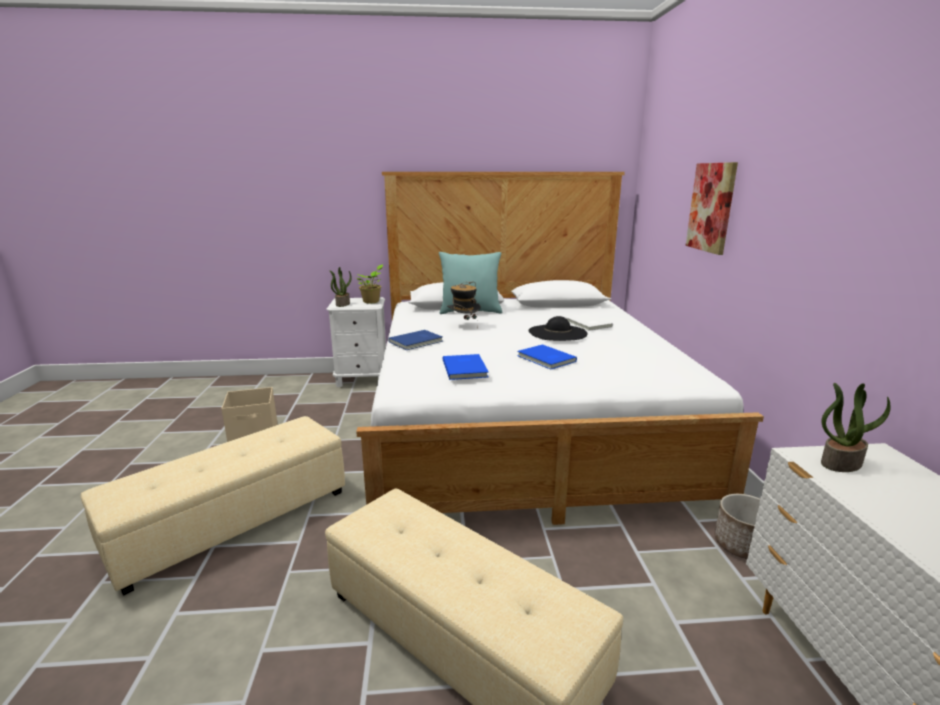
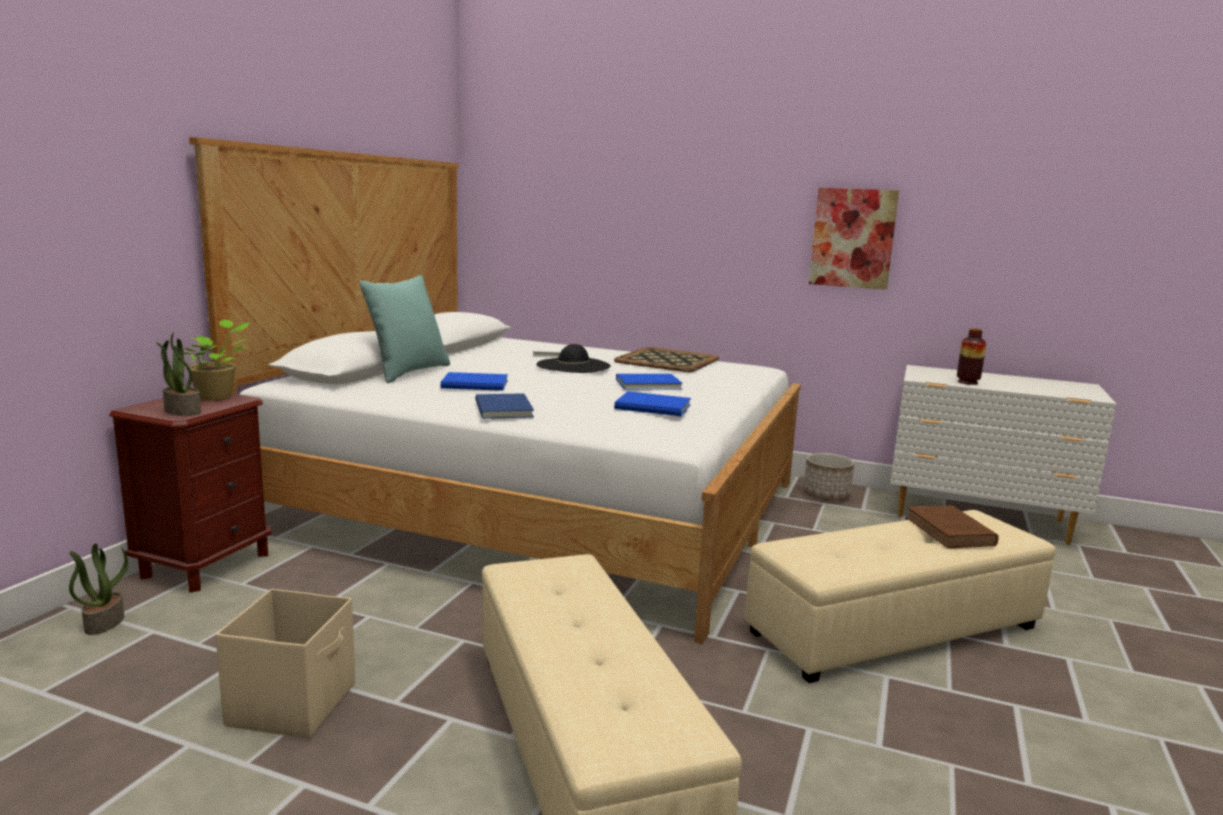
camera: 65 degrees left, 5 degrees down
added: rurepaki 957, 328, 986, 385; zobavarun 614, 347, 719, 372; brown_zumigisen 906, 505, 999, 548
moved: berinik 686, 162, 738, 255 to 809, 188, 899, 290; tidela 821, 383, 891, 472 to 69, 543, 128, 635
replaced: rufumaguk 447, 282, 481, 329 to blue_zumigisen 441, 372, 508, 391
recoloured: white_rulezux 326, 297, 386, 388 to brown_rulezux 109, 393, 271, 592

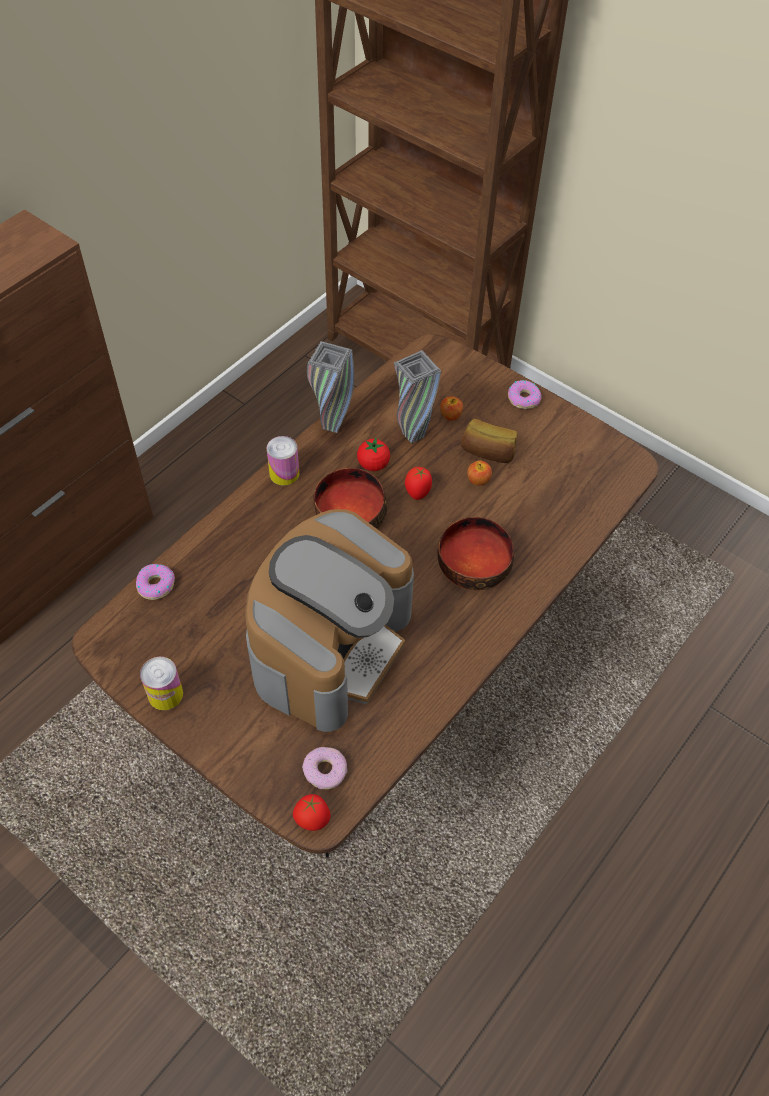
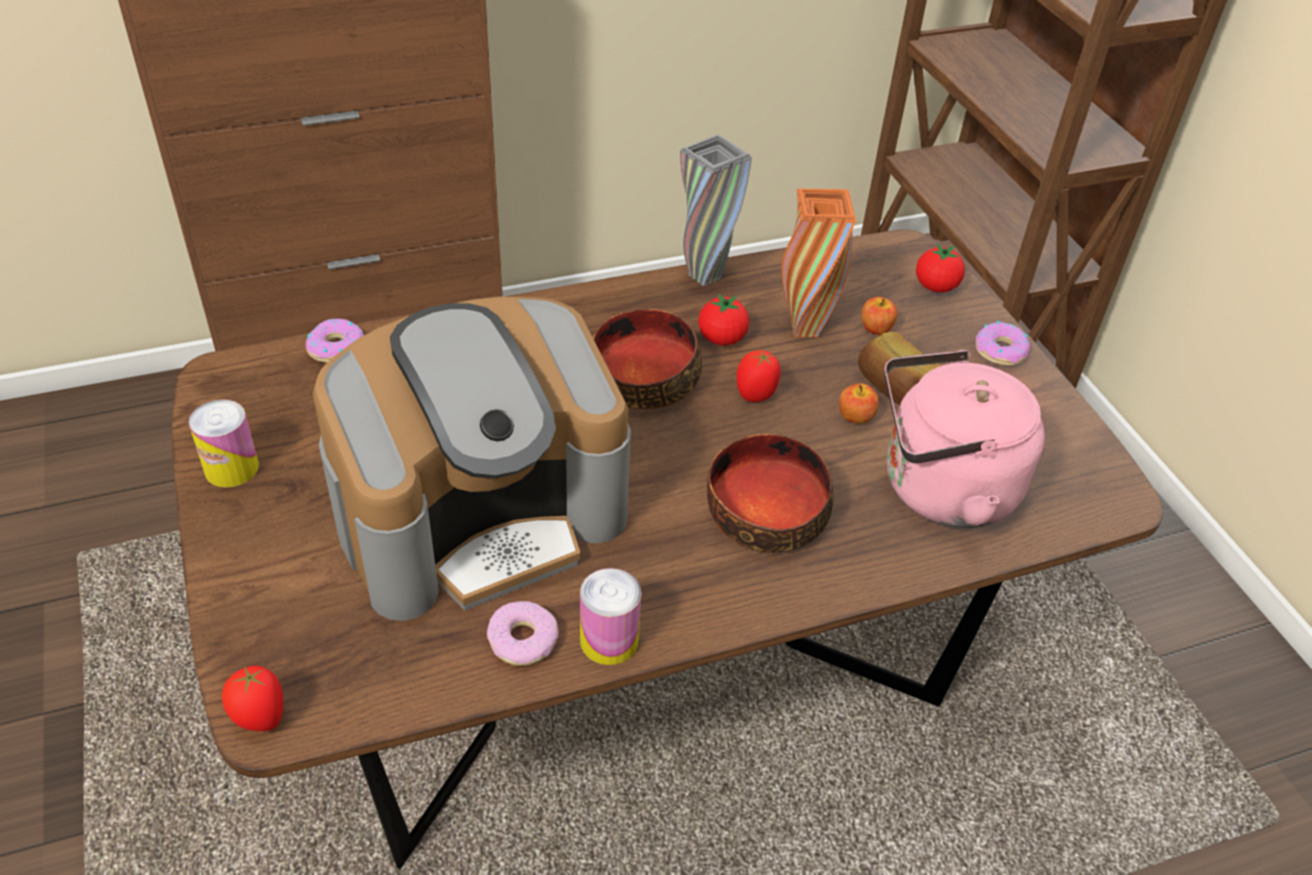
camera: 30 degrees right, 10 degrees down
added: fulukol 916, 243, 965, 292; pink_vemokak 885, 350, 1045, 528
moved: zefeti 266, 436, 299, 486 to 580, 568, 641, 665; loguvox 302, 747, 347, 789 to 487, 601, 559, 666
recoloured: grey_rurepaki 394, 350, 441, 444 to orange_rurepaki 781, 189, 856, 337

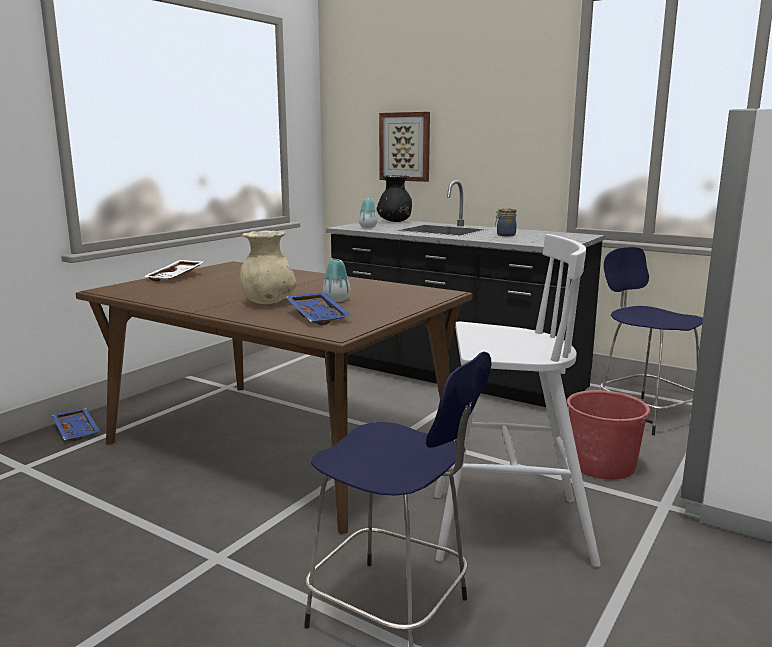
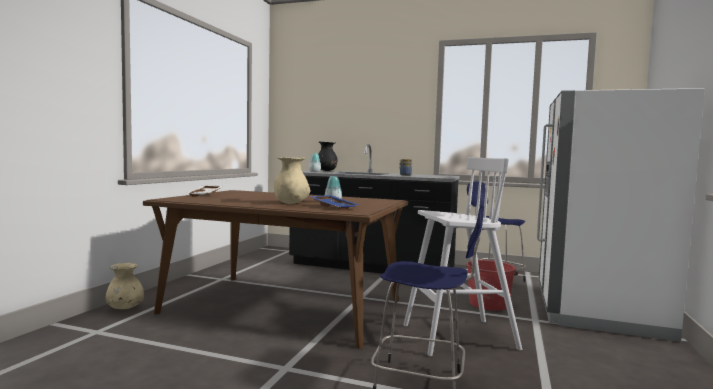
camera: 15 degrees left, 10 degrees down
removed: berinik 379, 112, 430, 182
replaced: blue_zobavarun 52, 407, 100, 441 to beige_rurepaki 106, 263, 144, 309

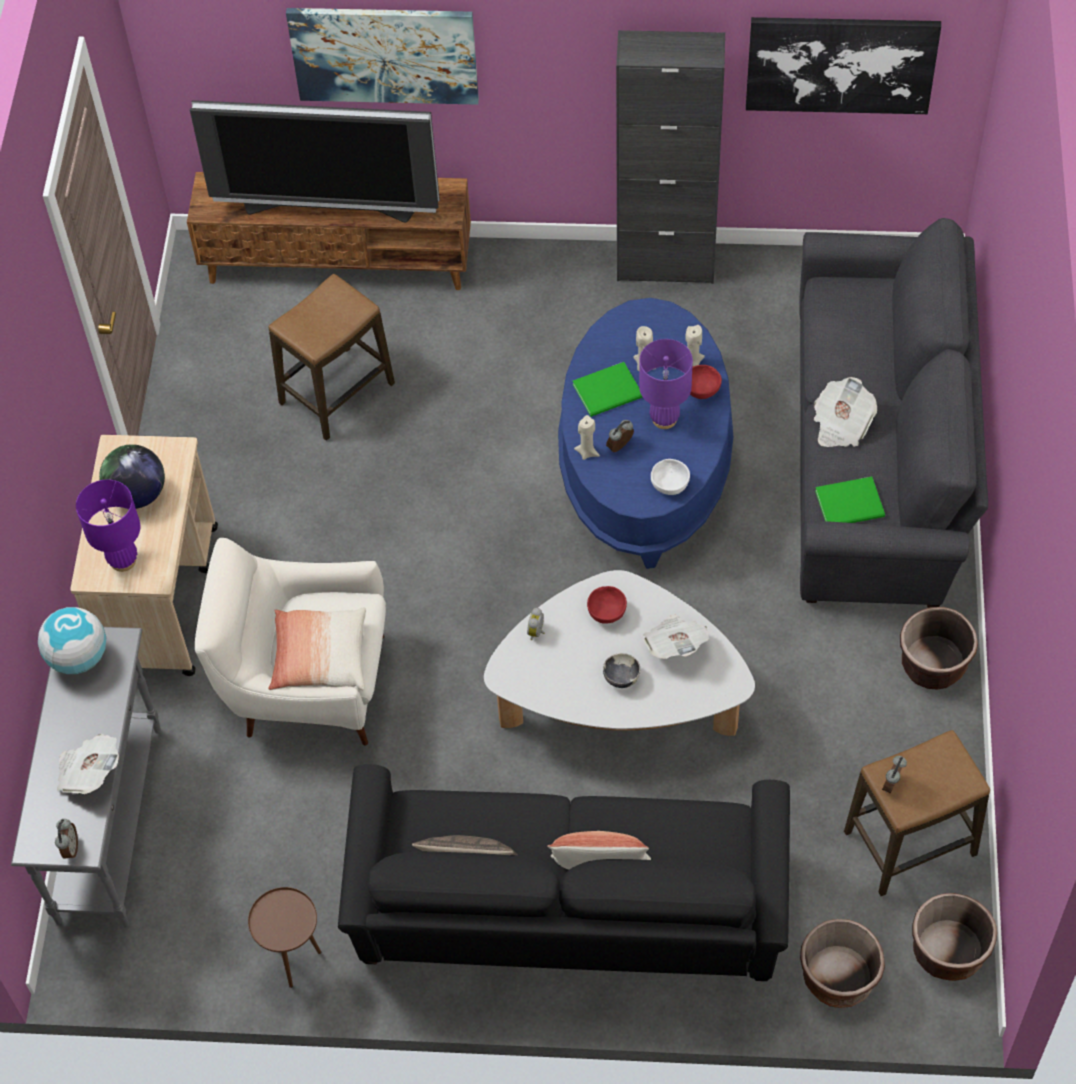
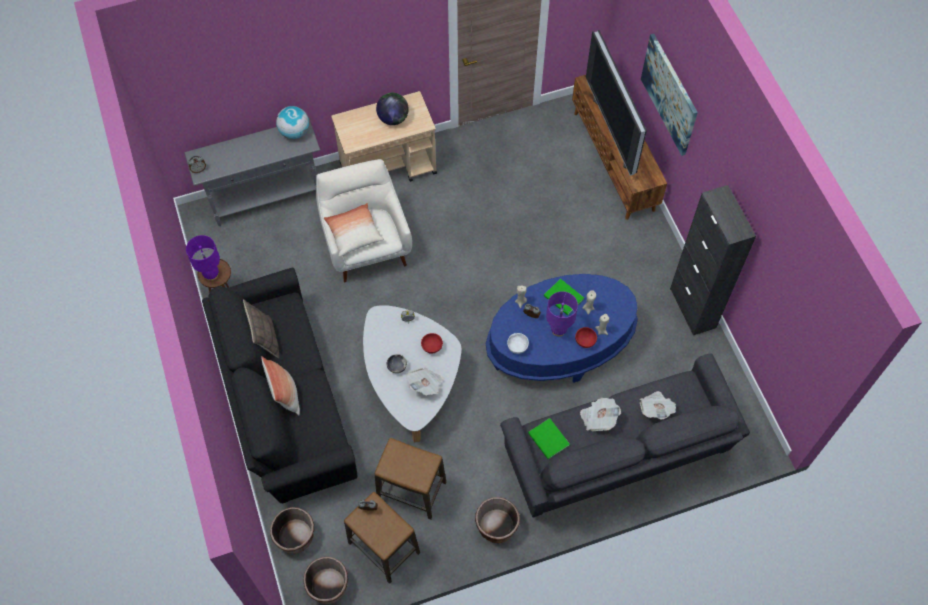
camera: 65 degrees right, 5 degrees up
removed: berinik 746, 17, 941, 114
moved: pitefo 268, 274, 395, 441 to 375, 438, 446, 520; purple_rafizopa 76, 480, 141, 572 to 186, 235, 220, 281; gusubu 57, 734, 119, 794 to 640, 391, 676, 420

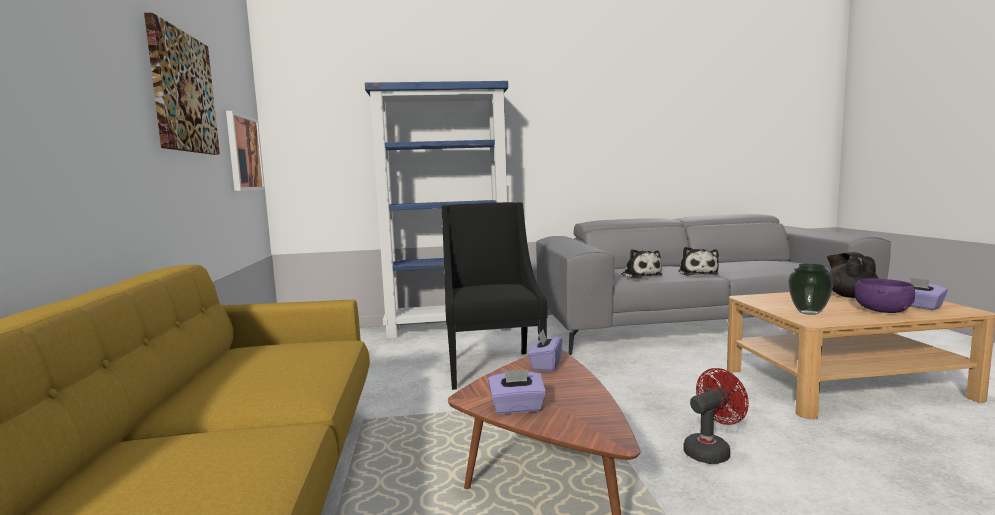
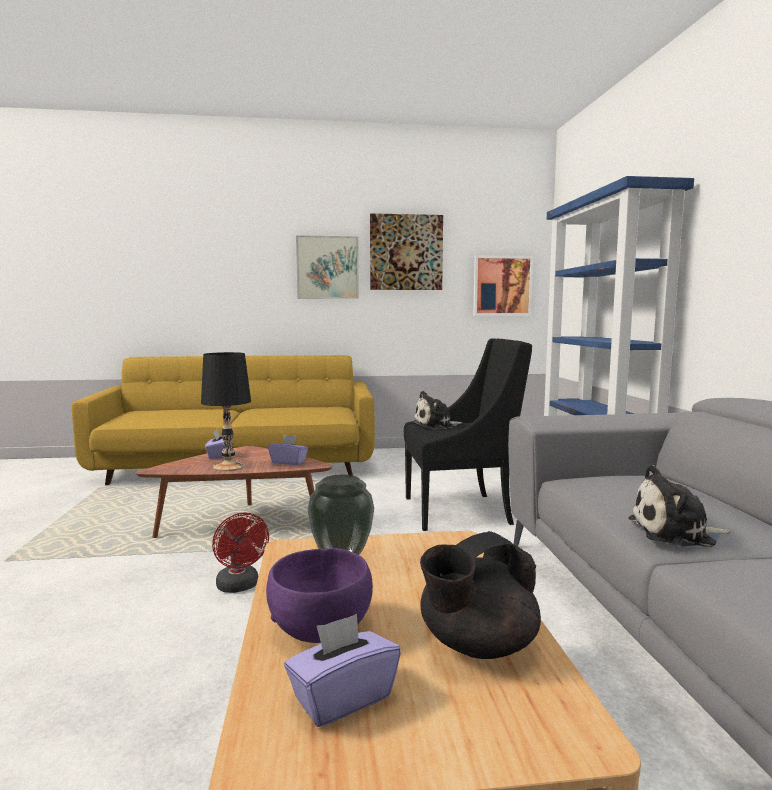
camera: 90 degrees right, 0 degrees up
added: berinik 296, 235, 359, 299; black_rafizopa 201, 352, 251, 471
moved: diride 621, 249, 663, 279 to 412, 391, 462, 429
turned: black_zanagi 827, 252, 879, 298 = 420, 531, 541, 659 150 degrees clockwise

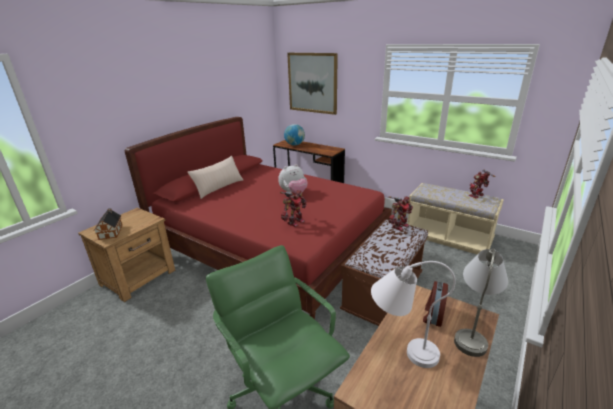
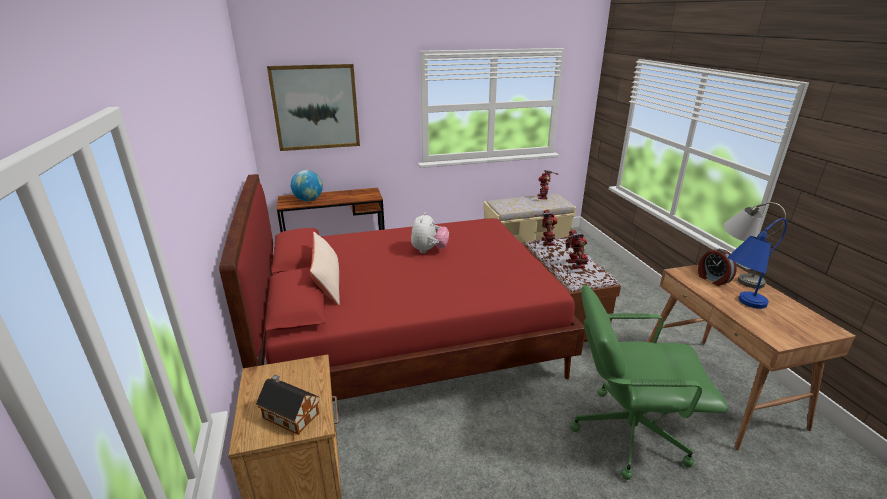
camera: 50 degrees left, 0 degrees up
moved: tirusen 280, 190, 307, 227 to 564, 229, 588, 269
recoloured: white_rafizopa 371, 261, 456, 368 to blue_rafizopa 728, 218, 787, 309

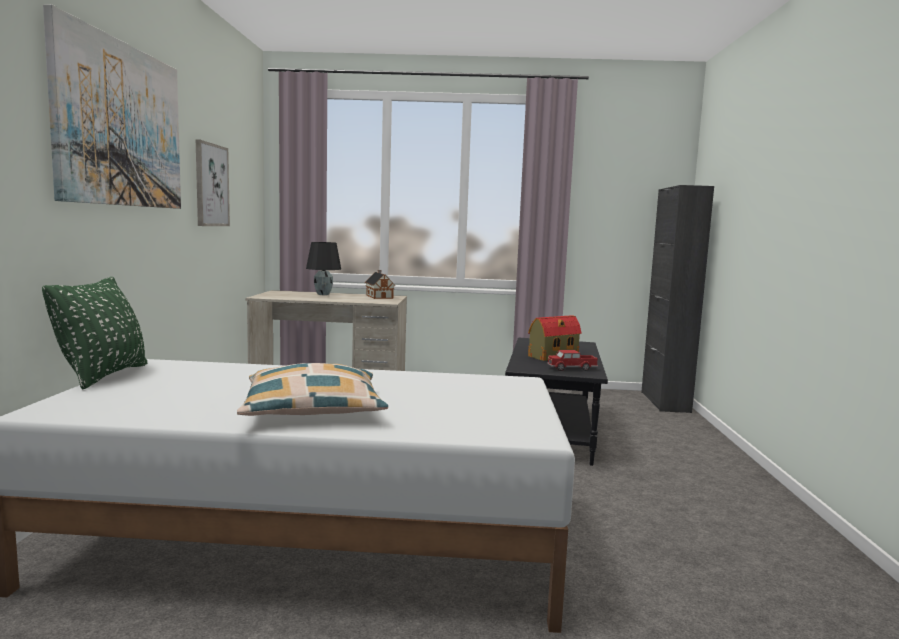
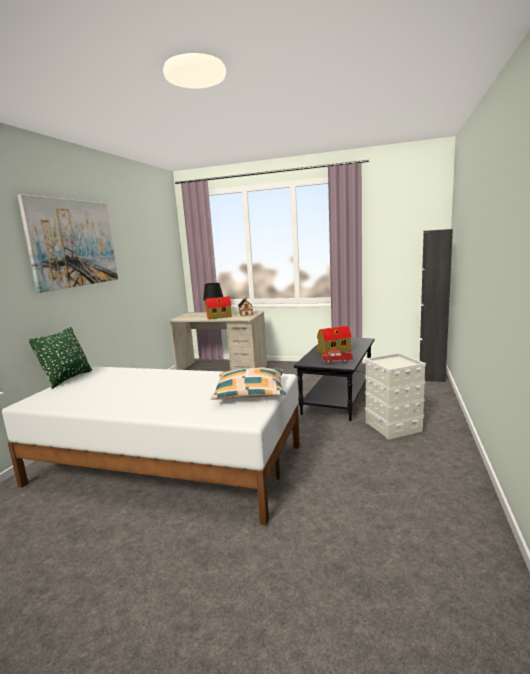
camera: 15 degrees right, 5 degrees up
removed: berinik 196, 139, 230, 226
added: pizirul 205, 296, 232, 320; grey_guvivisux 365, 353, 426, 440
moved: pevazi 237, 363, 388, 416 to 211, 367, 286, 400

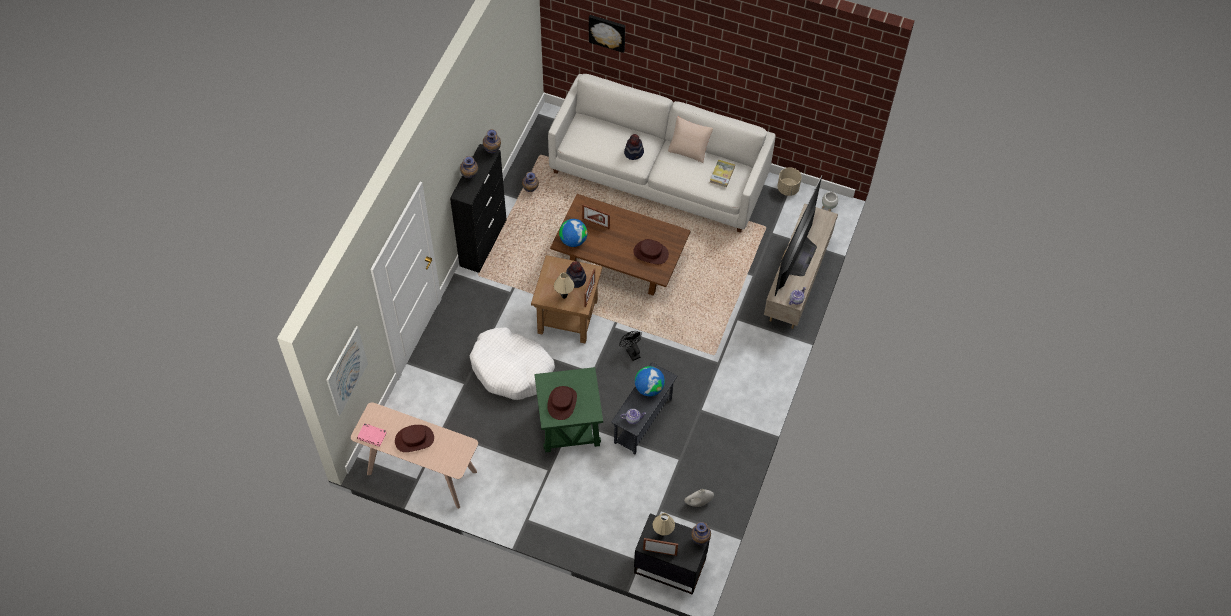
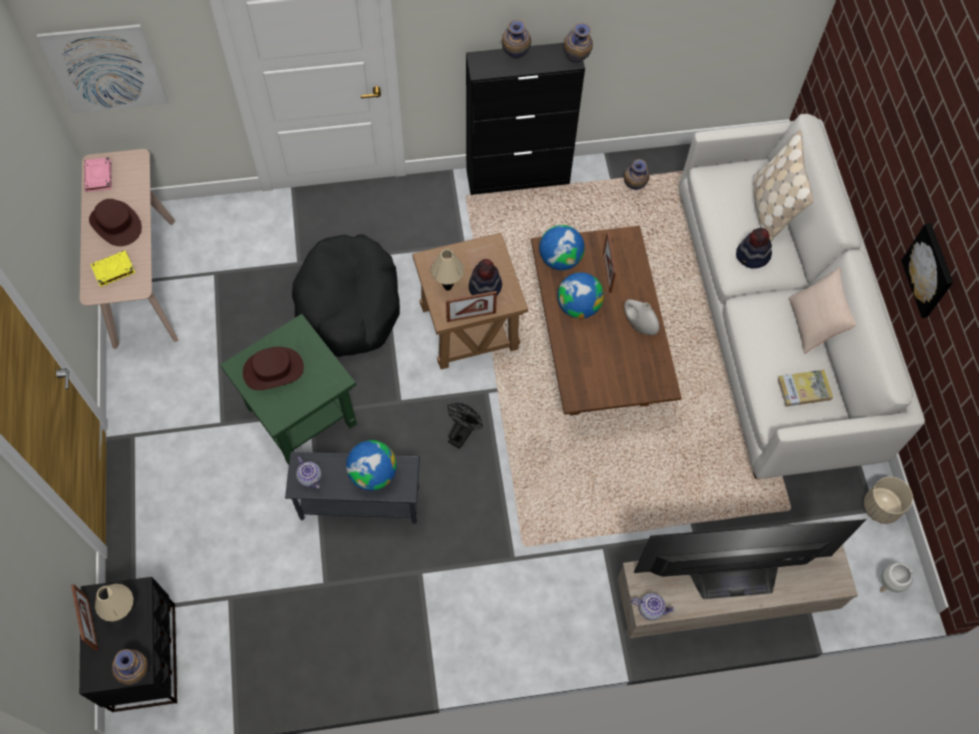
camera: 60 degrees right, 5 degrees up
removed: brown_rufumaguk 633, 239, 669, 264
added: beige_pevazi 753, 130, 814, 241; yellow_zumigisen 90, 250, 135, 287; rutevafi 558, 272, 604, 319
moved: berinik 589, 15, 625, 53 to 901, 223, 953, 318; white_rurepaki 684, 489, 714, 507 to 624, 299, 659, 335
recoloured: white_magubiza 469, 327, 555, 400 to black_magubiza 292, 234, 400, 357

